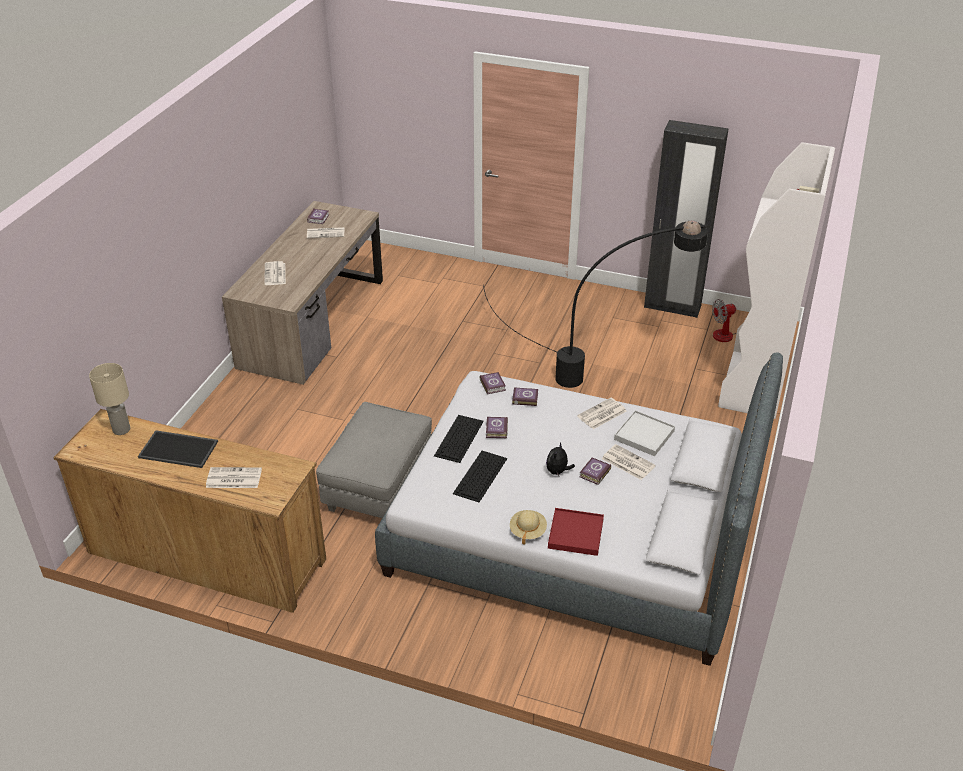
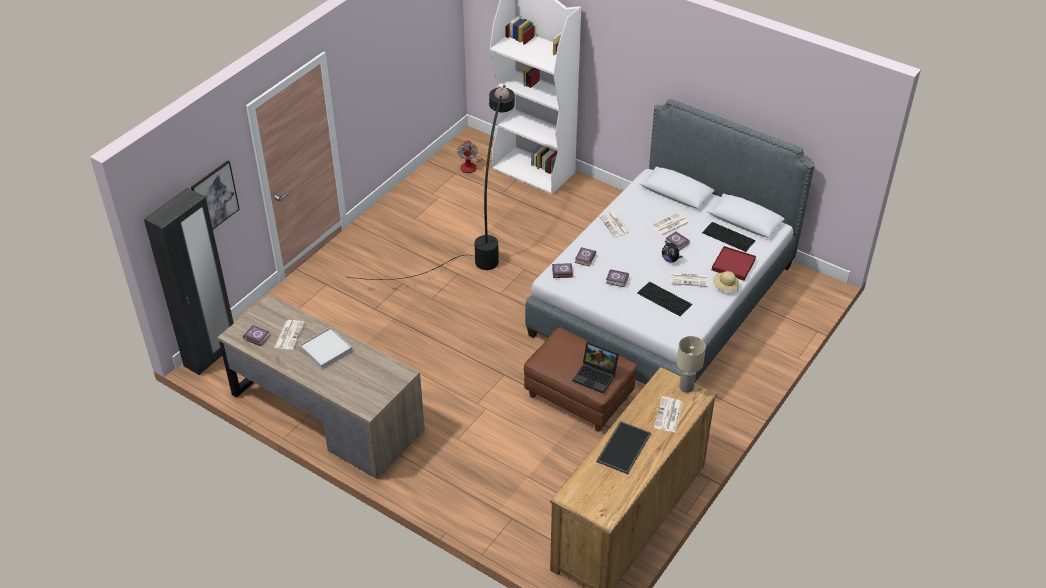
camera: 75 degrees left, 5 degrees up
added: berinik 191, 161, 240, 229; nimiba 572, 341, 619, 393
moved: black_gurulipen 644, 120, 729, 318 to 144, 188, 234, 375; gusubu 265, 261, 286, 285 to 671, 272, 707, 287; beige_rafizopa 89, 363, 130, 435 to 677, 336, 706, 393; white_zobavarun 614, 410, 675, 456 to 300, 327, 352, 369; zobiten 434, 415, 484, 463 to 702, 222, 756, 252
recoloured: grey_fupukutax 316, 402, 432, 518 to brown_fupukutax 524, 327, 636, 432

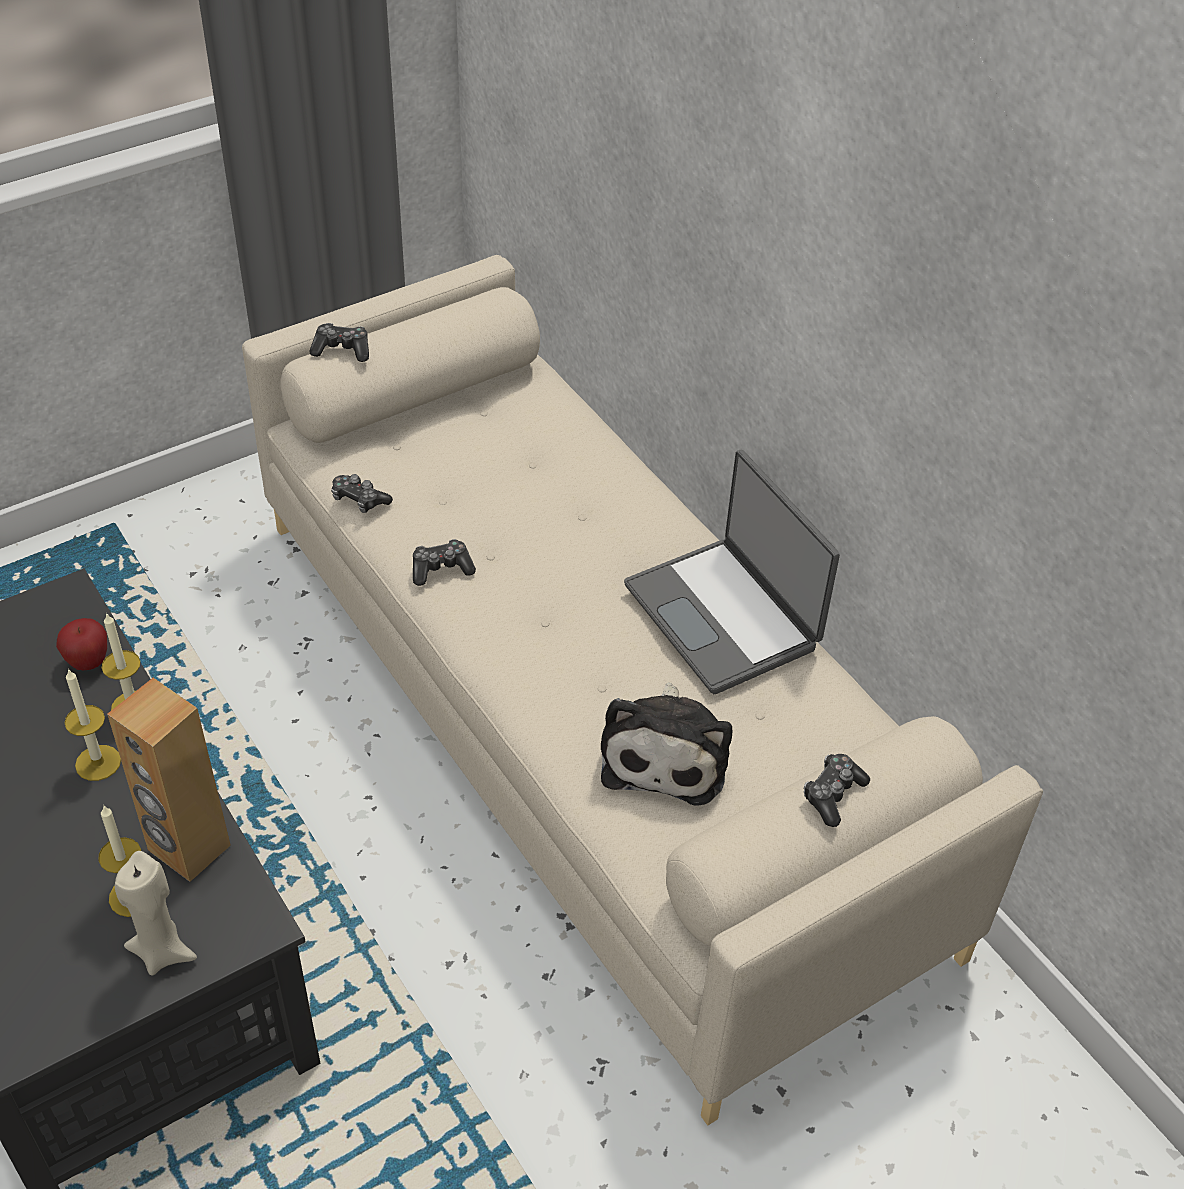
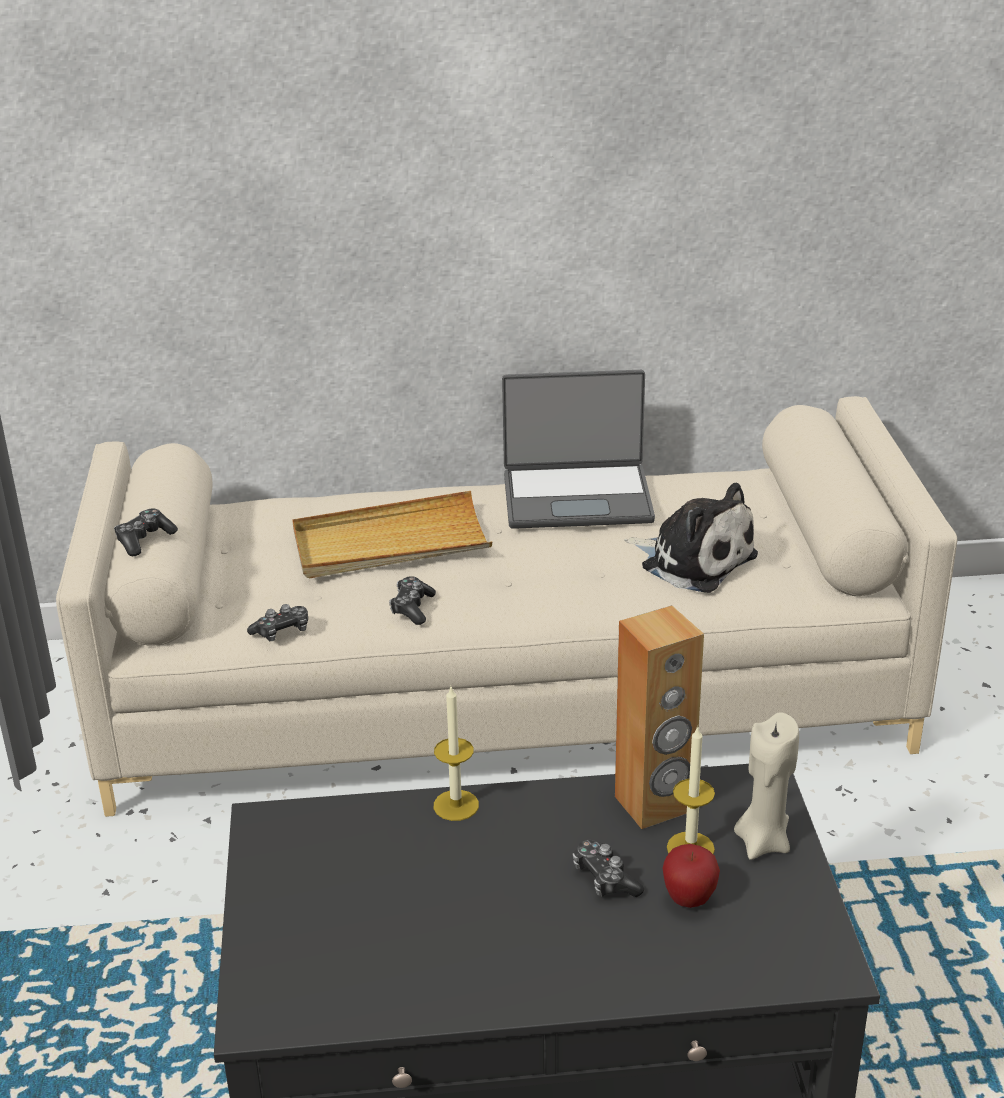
camera: 60 degrees left, 15 degrees down
removed: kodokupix 65, 668, 121, 781
added: beige_zobavarun 292, 491, 492, 578
moved: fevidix 56, 618, 107, 670 to 662, 844, 720, 908; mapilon 804, 754, 870, 827 to 572, 840, 644, 897

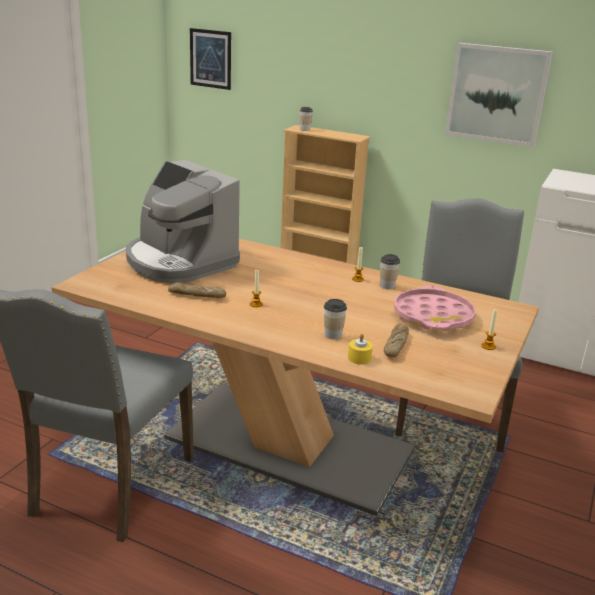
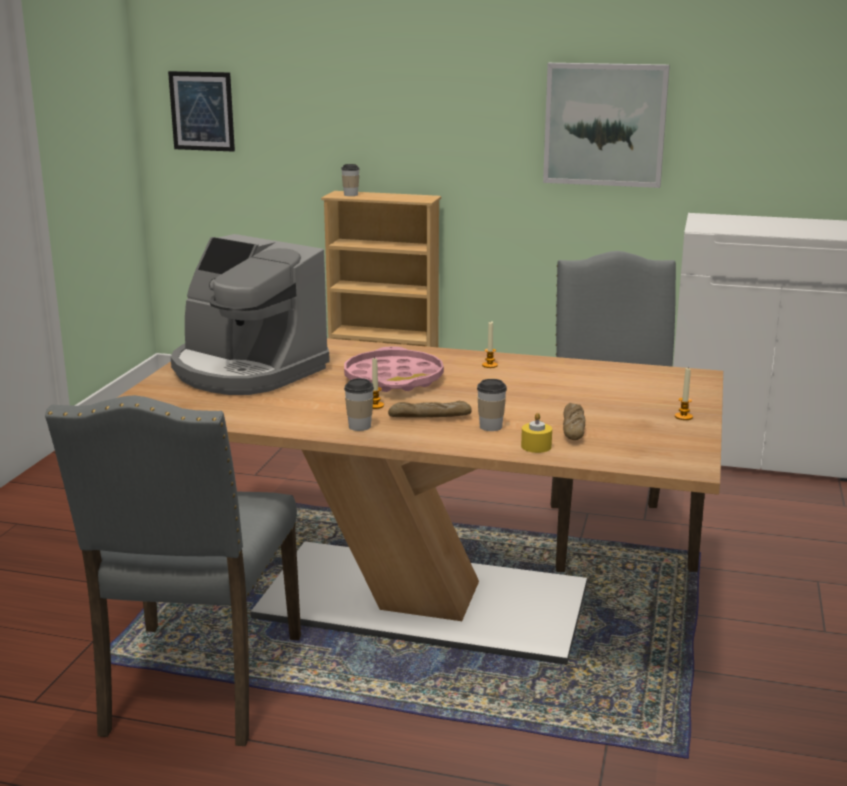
camera: 10 degrees left, 5 degrees down
moved: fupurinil 380, 254, 400, 289 to 344, 378, 374, 431; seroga 168, 282, 226, 298 to 388, 401, 471, 417; pink_zobavarun 394, 286, 476, 331 to 344, 346, 444, 392

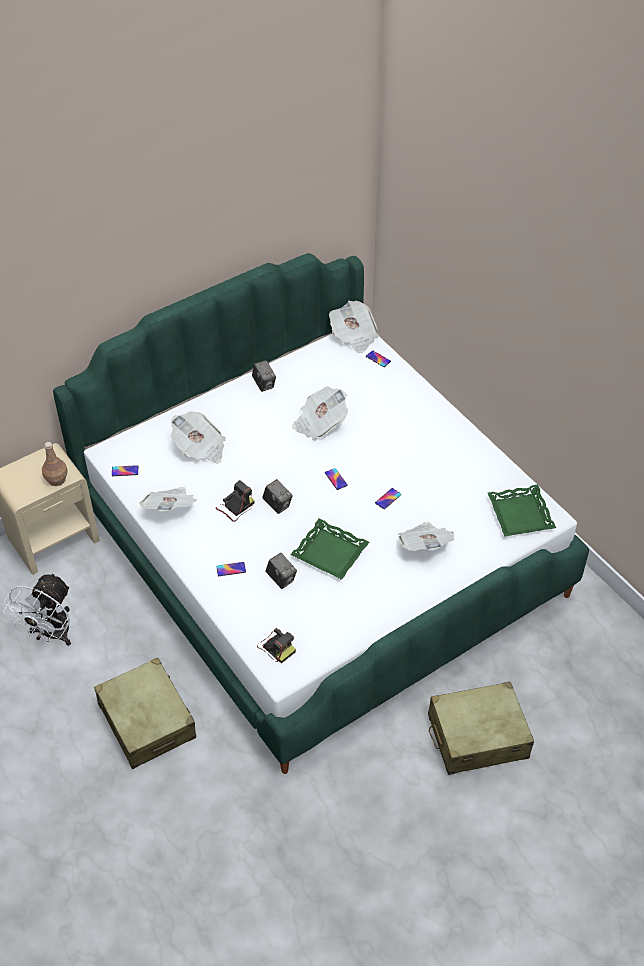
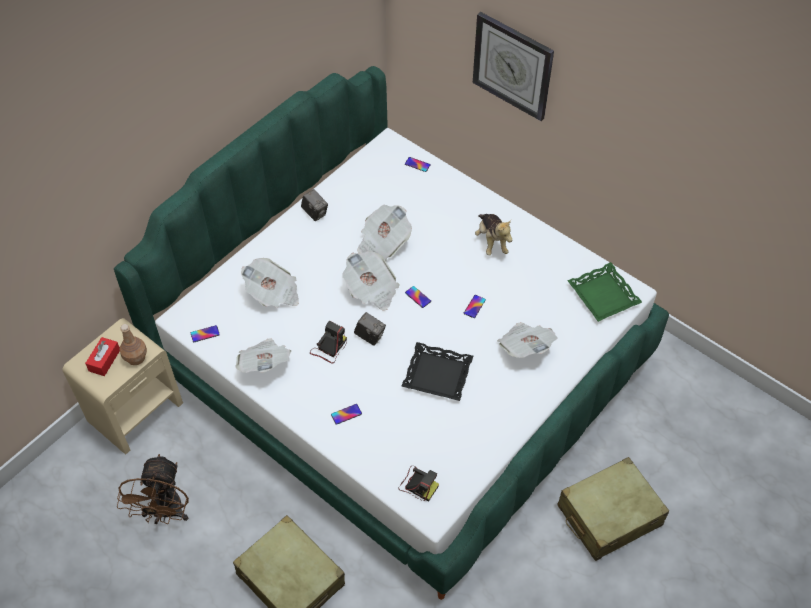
camera: 15 degrees left, 5 degrees up
removed: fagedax 266, 553, 297, 589
added: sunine 473, 12, 554, 121; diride 475, 214, 512, 255; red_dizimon 85, 337, 120, 376
moved: gusubu 329, 301, 379, 353 to 342, 251, 399, 311
recoloured: green_zobavarun 290, 518, 369, 580 to black_zobavarun 401, 342, 473, 401; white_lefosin 3, 572, 71, 646 to brown_lefosin 117, 454, 189, 524

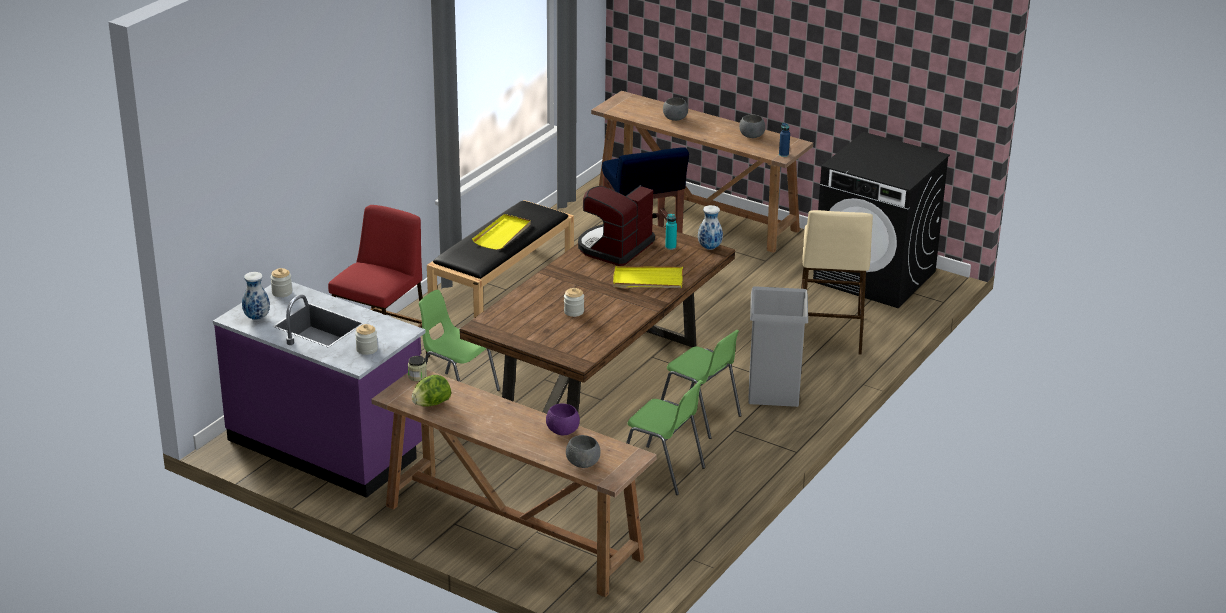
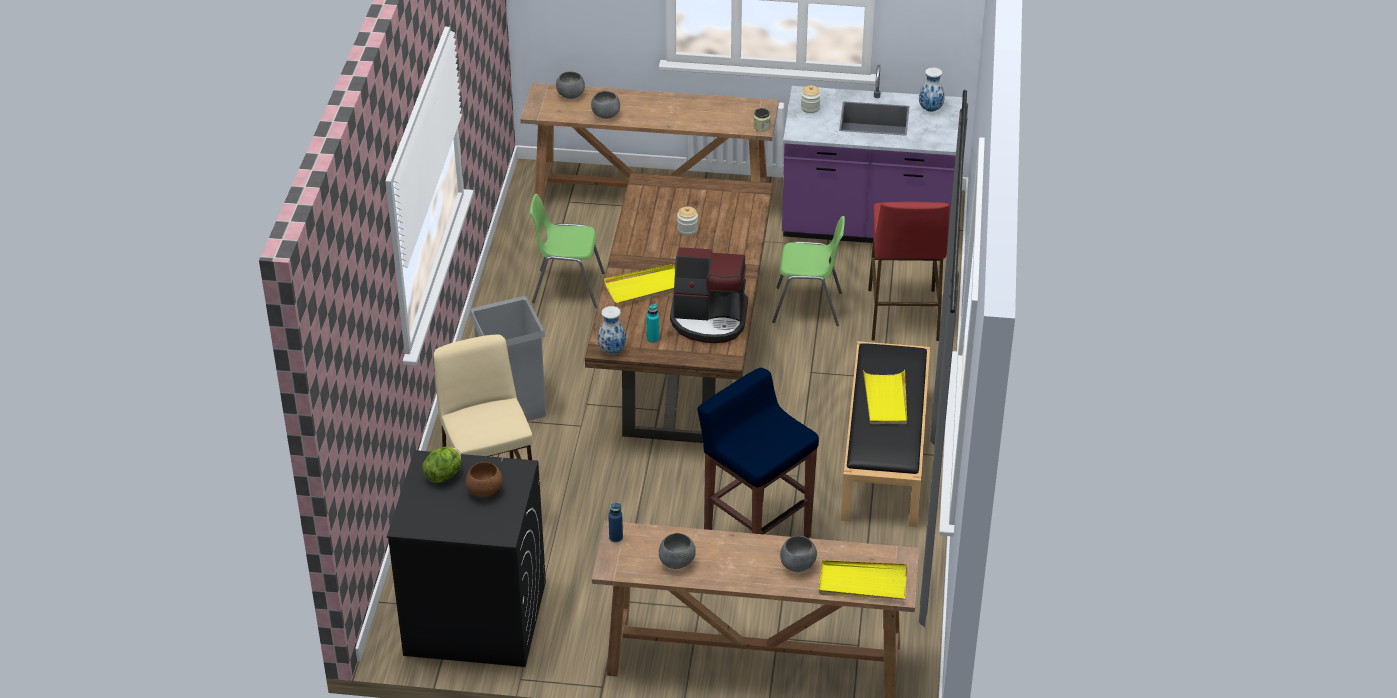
camera: 155 degrees right, 10 degrees up
removed: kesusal 270, 268, 292, 297; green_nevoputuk 661, 330, 742, 439
added: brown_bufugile 466, 462, 502, 497; yellow_zobavarun 819, 560, 907, 600
moved: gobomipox 411, 375, 451, 407 to 422, 447, 462, 483
recoloured: purple_bufugile 546, 403, 580, 435 to grey_bufugile 591, 91, 620, 119
turned: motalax 578, 185, 655, 266 = 670, 247, 748, 343 90 degrees clockwise

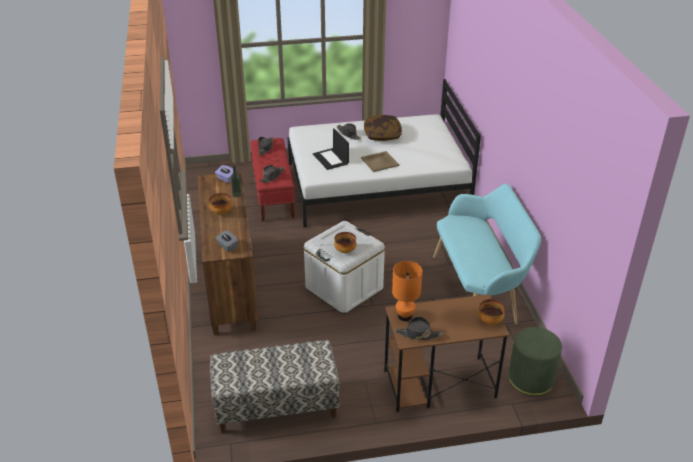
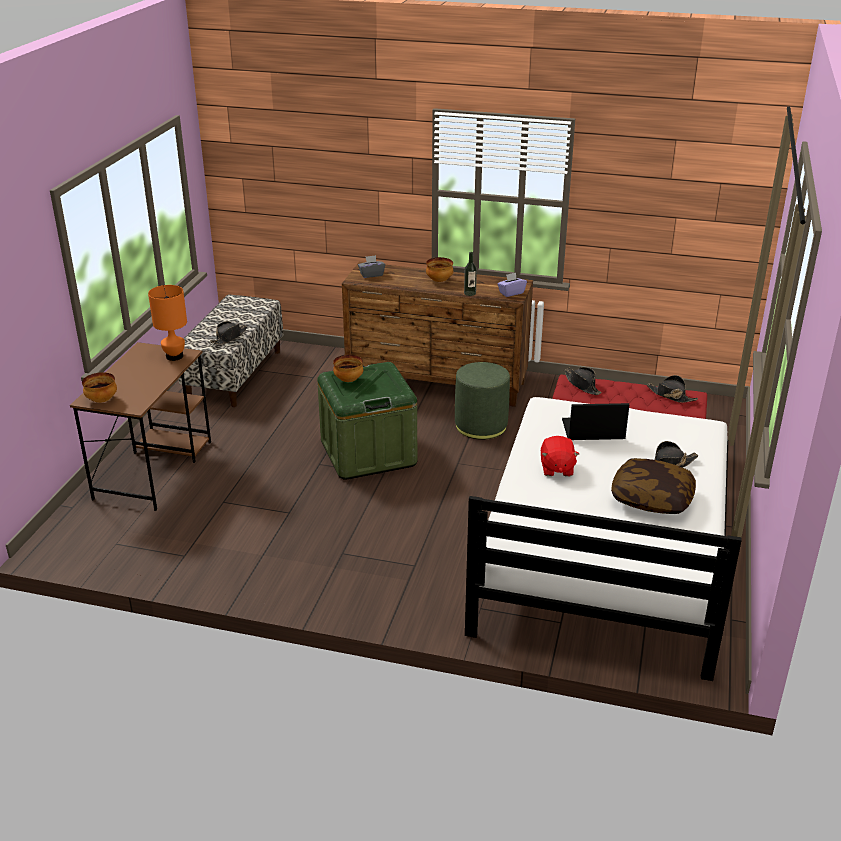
camera: 115 degrees right, 5 degrees down
removed: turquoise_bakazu 433, 184, 541, 324
moved: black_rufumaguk 395, 316, 443, 340 to 210, 321, 247, 345; green_fupukutax 509, 327, 562, 396 to 455, 362, 510, 440
replaced: beige_zobavarun 361, 151, 399, 172 to red_diride 541, 436, 579, 477
recoloured: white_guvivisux 304, 221, 385, 314 to green_guvivisux 317, 362, 417, 480

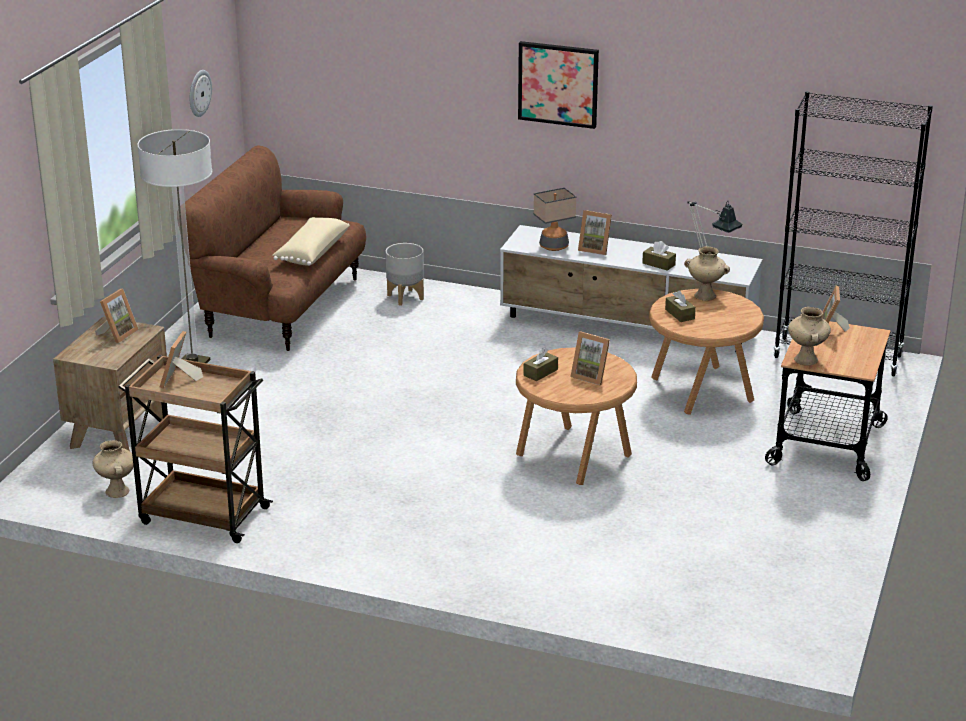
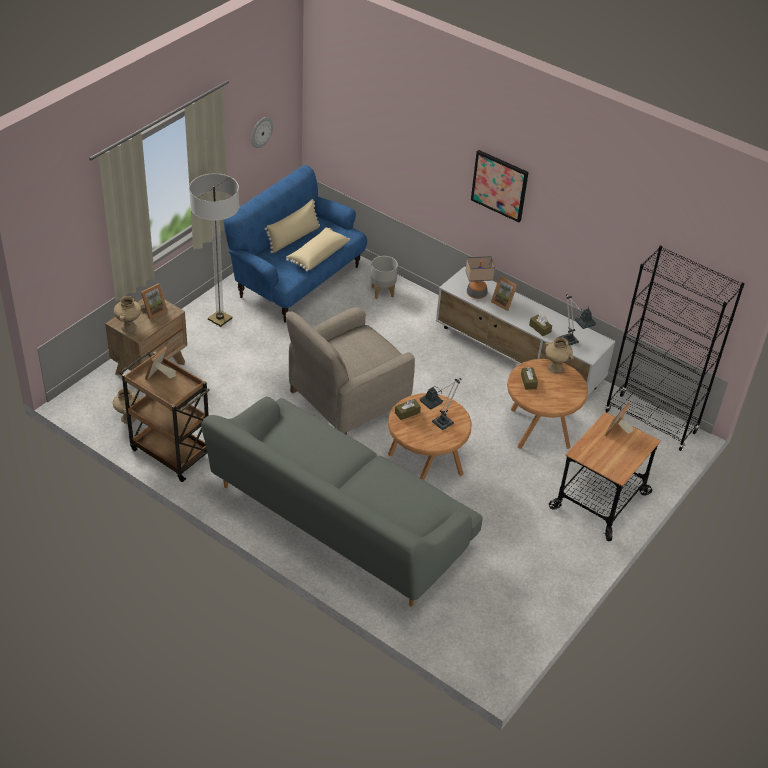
camera: 15 degrees right, 15 degrees up
added: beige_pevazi 265, 199, 320, 253; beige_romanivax 286, 307, 415, 435; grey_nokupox 201, 397, 483, 607
moved: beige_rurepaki 788, 307, 831, 366 to 114, 296, 141, 333
replaced: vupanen 570, 331, 610, 385 to rafizopa 420, 378, 462, 430
recoloured: brown_nokupox 185, 146, 366, 351 to blue_nokupox 224, 165, 367, 323

